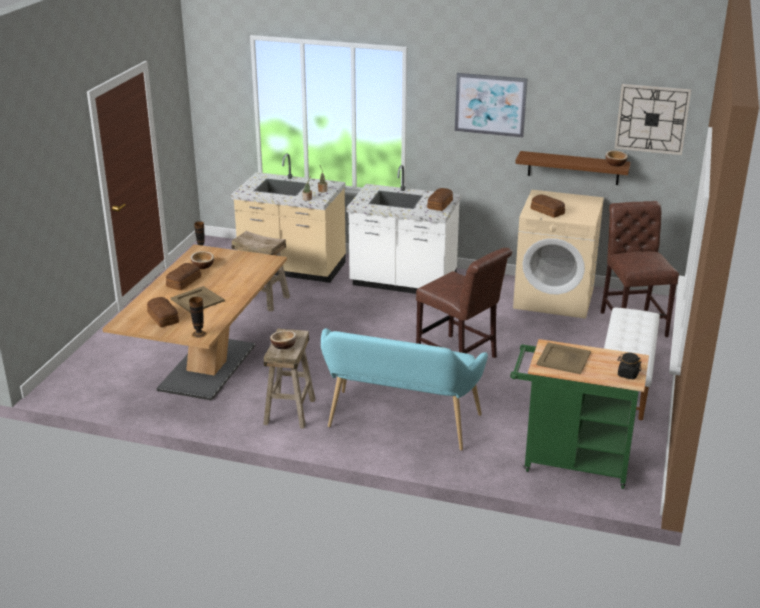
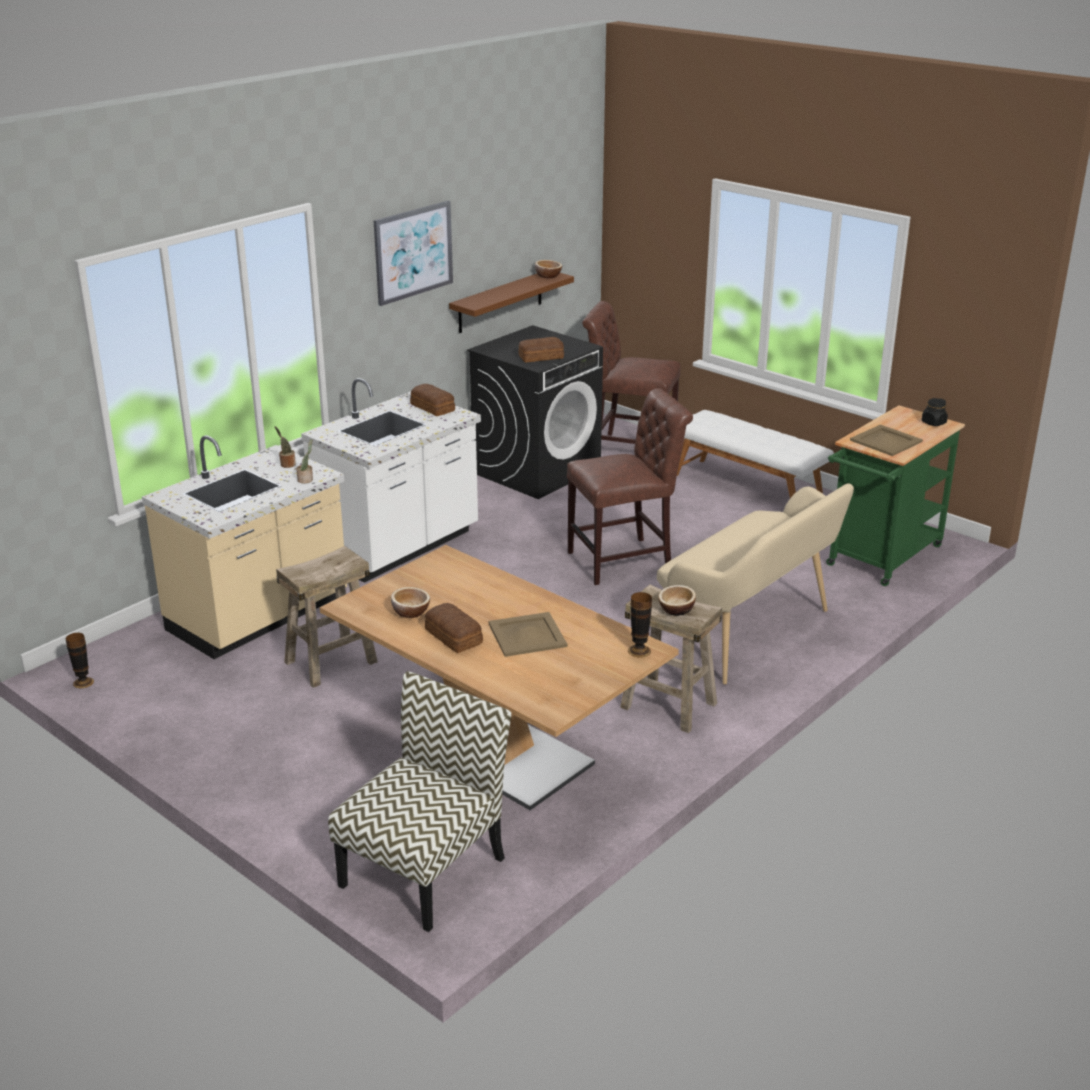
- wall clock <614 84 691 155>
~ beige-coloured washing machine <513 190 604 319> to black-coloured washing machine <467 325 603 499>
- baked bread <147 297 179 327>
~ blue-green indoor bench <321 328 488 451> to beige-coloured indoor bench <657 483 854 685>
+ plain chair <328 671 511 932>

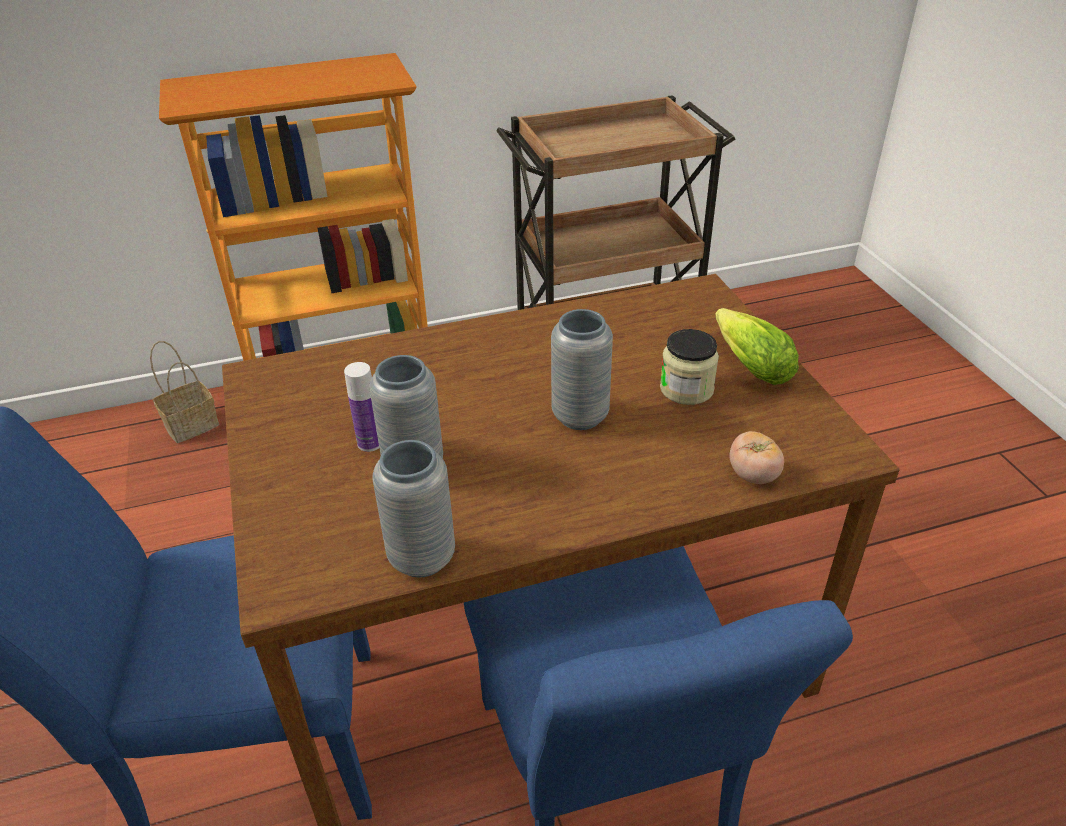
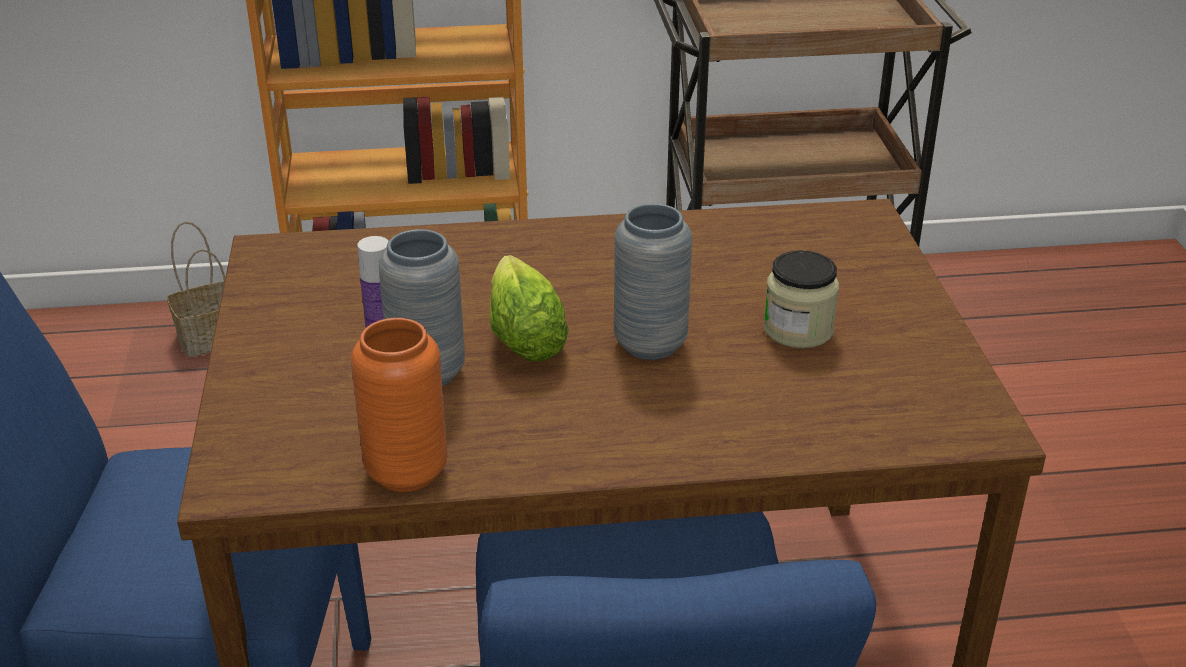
~ lettuce head <715 308 799 385> to <490 255 569 361>
- fresh tomato <730 431 784 484>
~ gray flower vase <373 440 455 577> to orange-coloured flower vase <351 318 448 492>

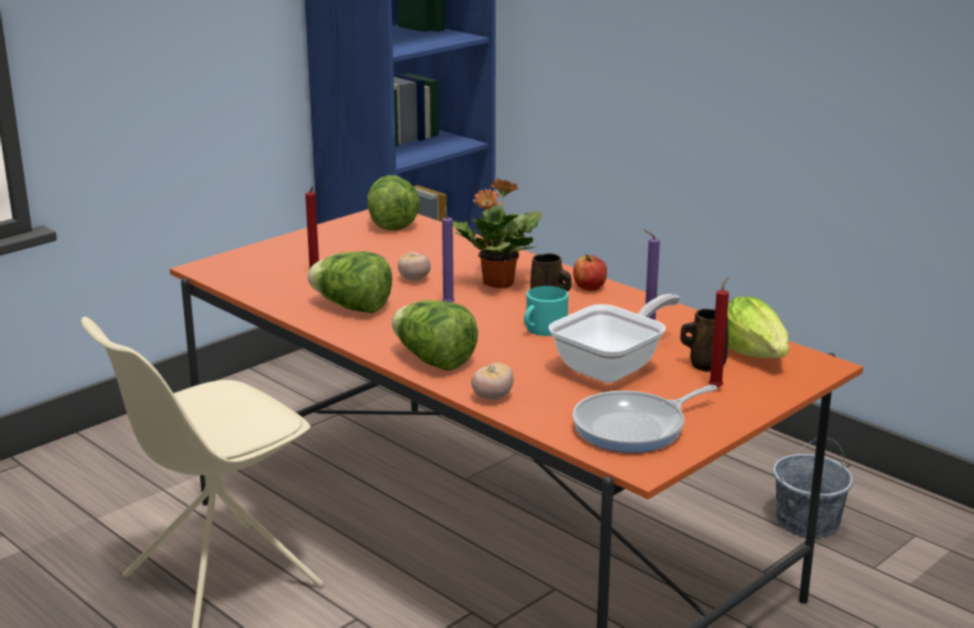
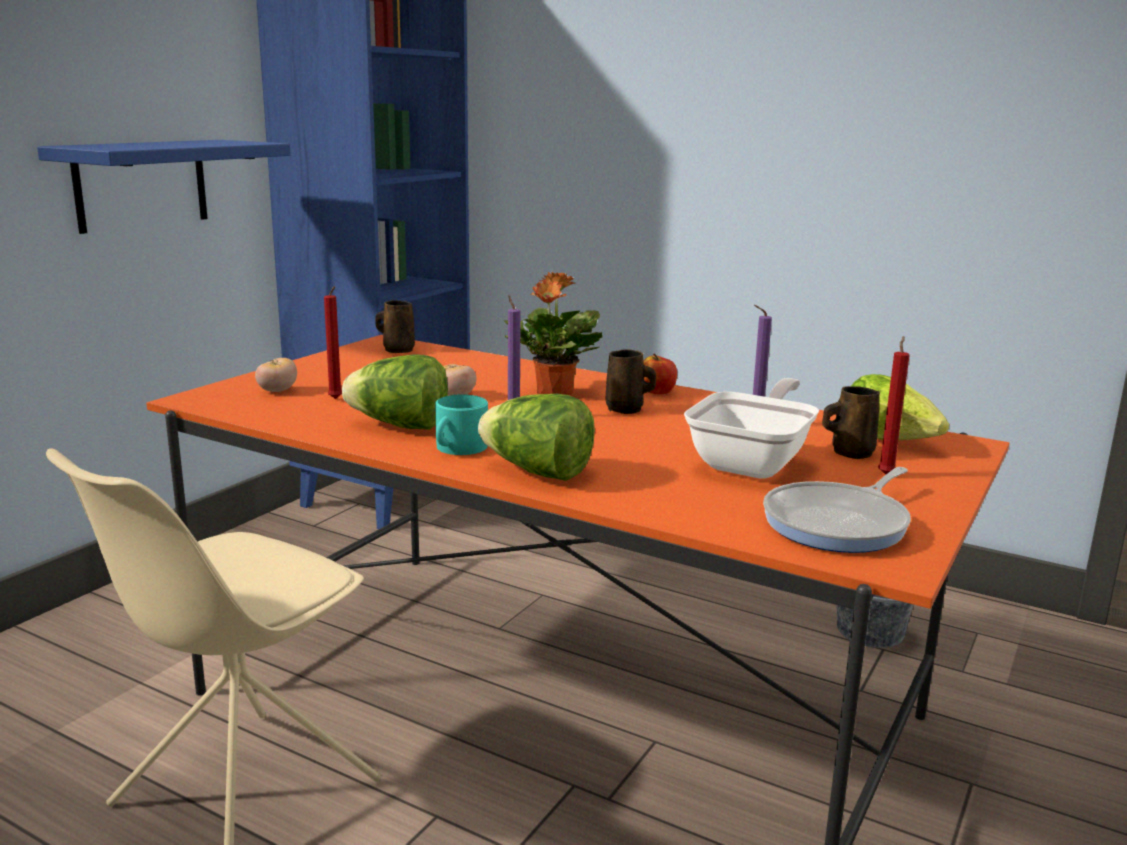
~ lettuce head <367 175 420 231> to brownish coffee mug <375 300 415 353>
~ blue-green coffee mug <524 286 568 336> to <435 394 488 455>
~ fresh tomato <471 363 514 400> to <255 358 297 392>
+ blue-coloured bracket shelf <37 140 291 234>

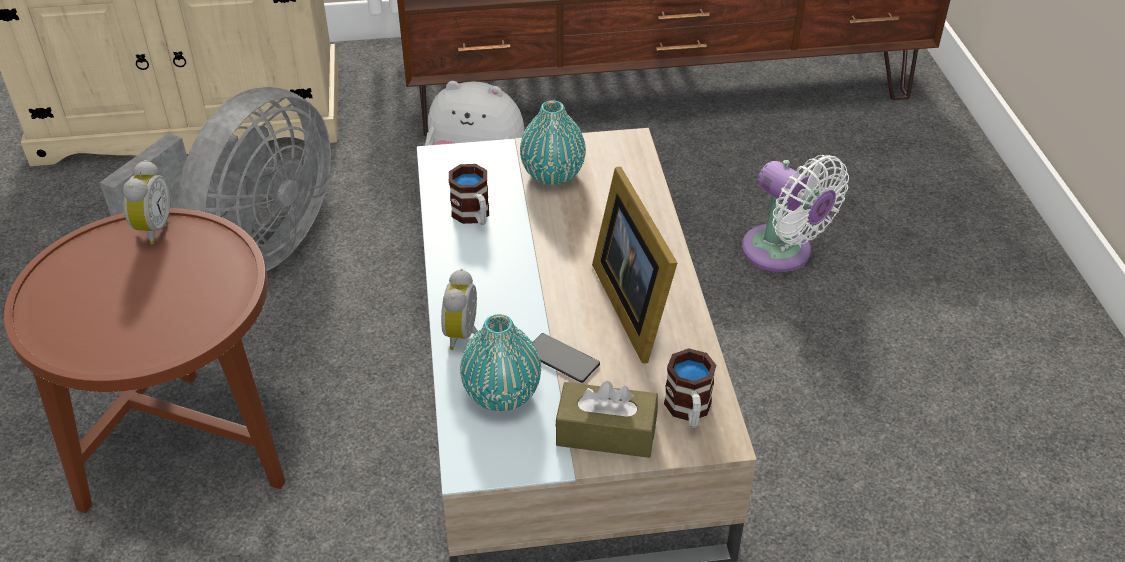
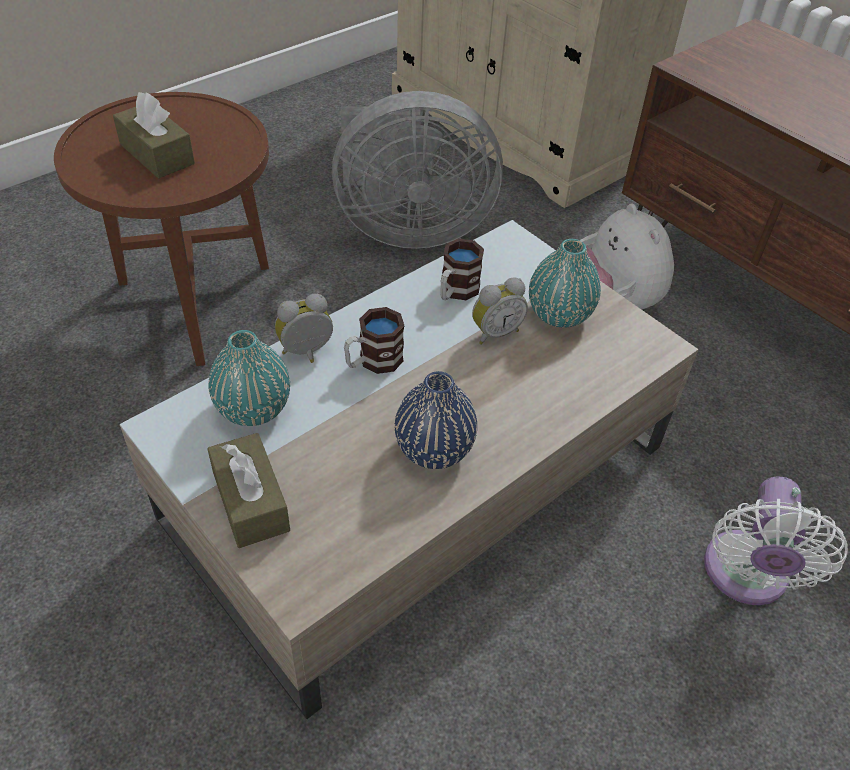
~ alarm clock <123 160 170 244> to <472 277 528 345>
~ photo frame <592 167 677 363> to blue-coloured flower vase <394 371 477 469>
- handset <533 333 600 383>
~ coffee mug <664 348 717 428> to <344 307 404 374>
+ brownish tissue box <113 92 195 178>

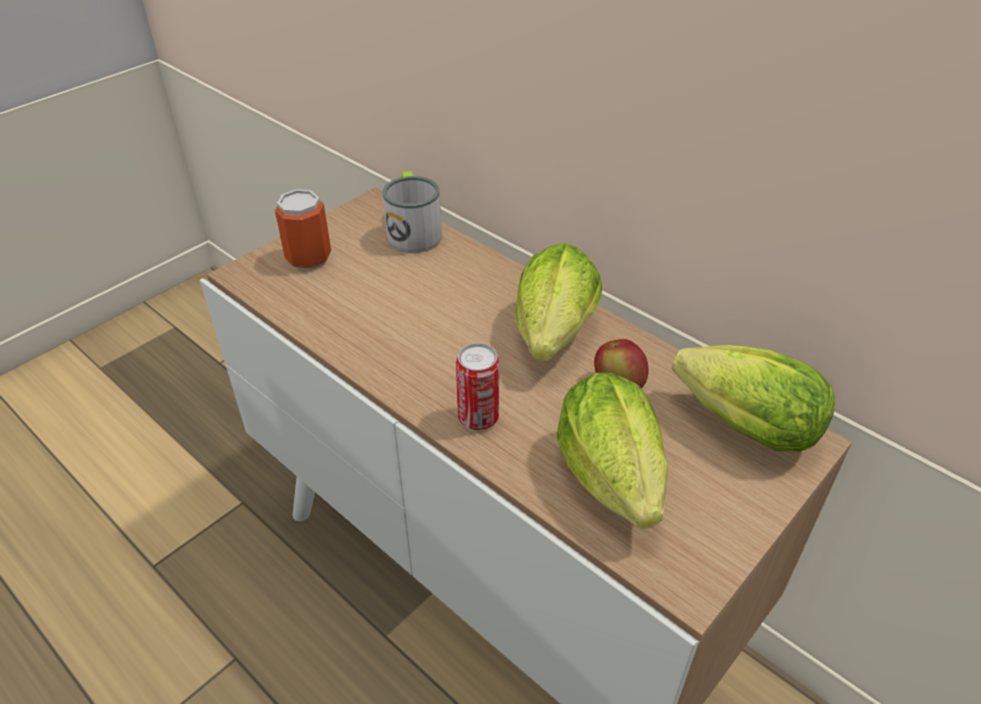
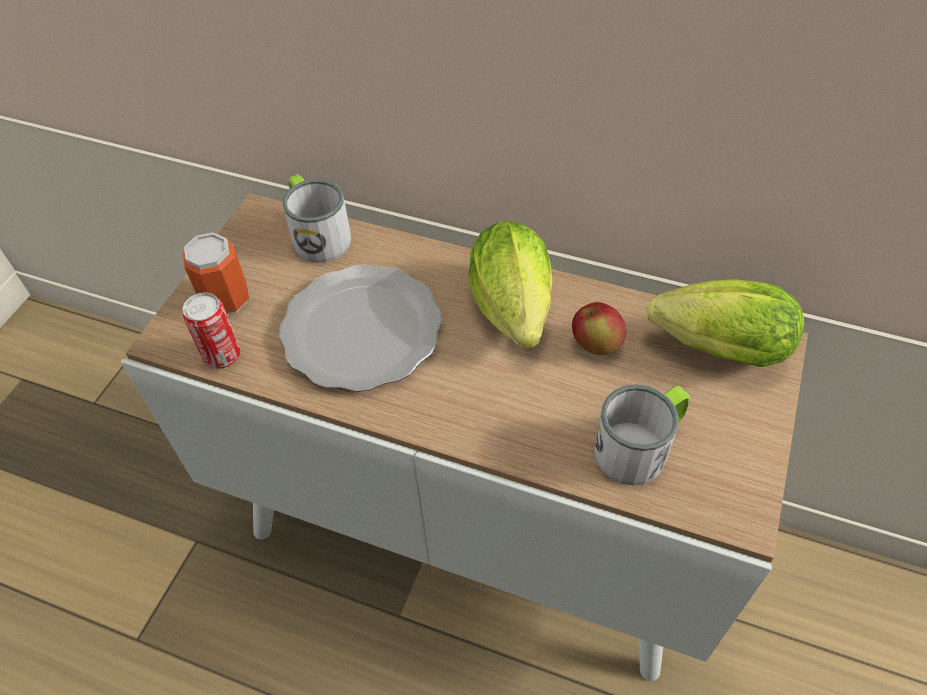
~ can <456 343 500 430> to <182 293 241 369>
~ lettuce head <556 373 668 529> to coffee mug <594 384 690 485>
+ dinner plate <279 264 442 392>

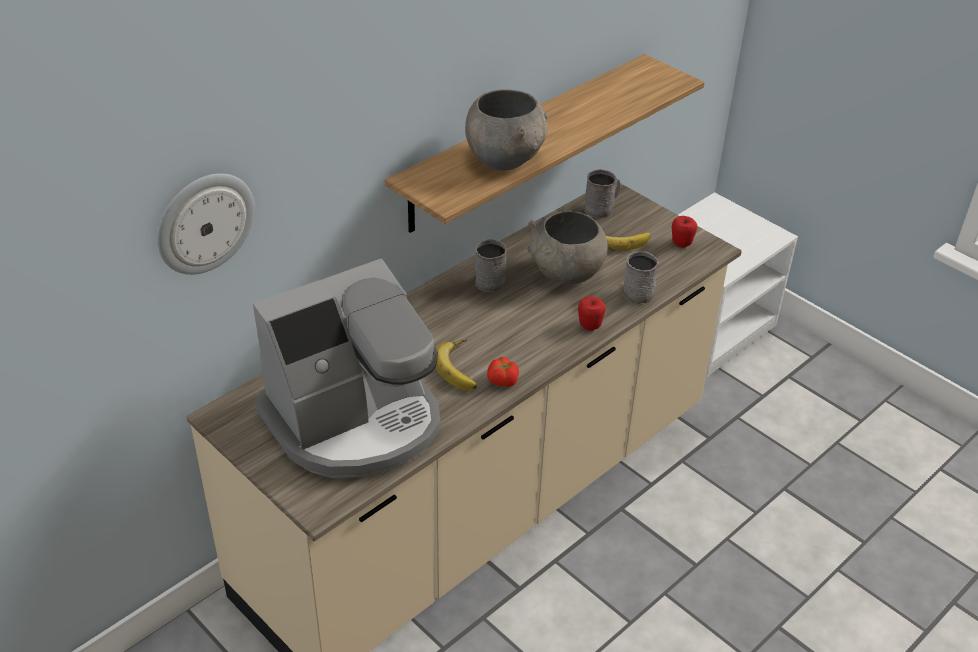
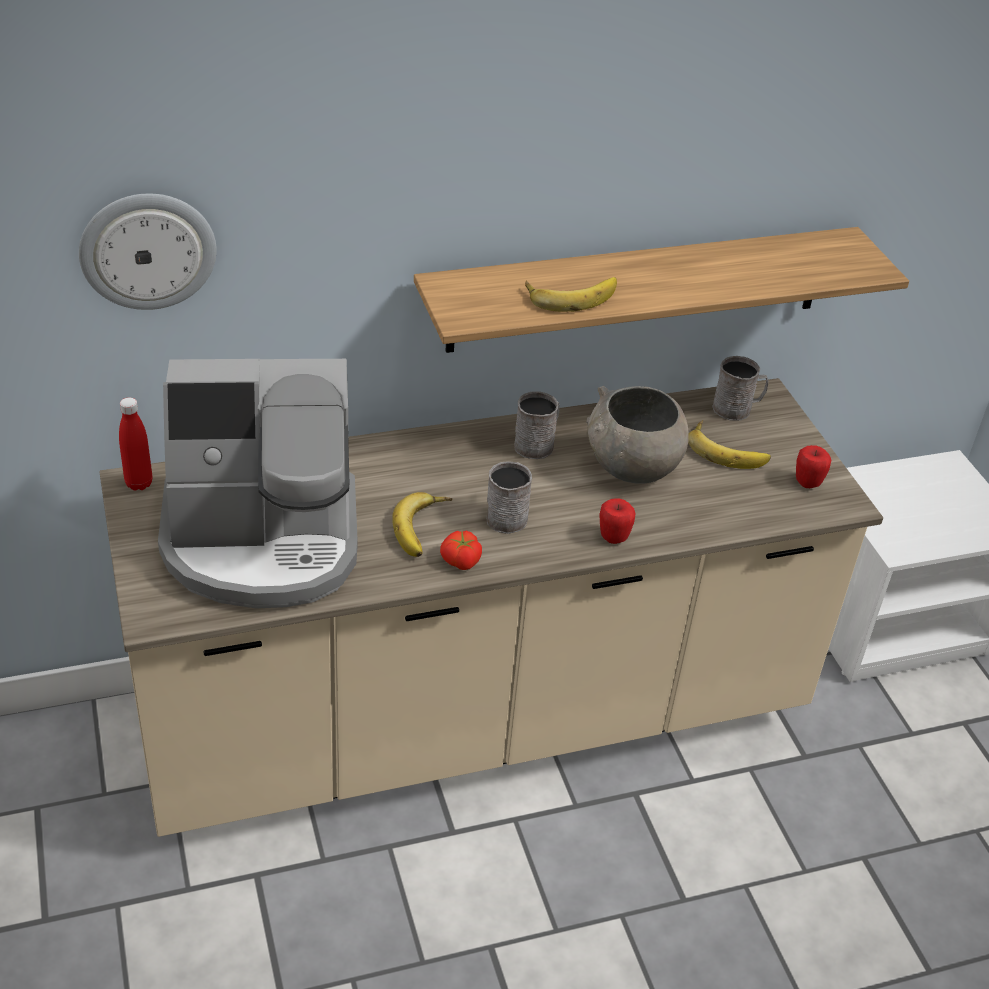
~ gray bowl <465 90 548 171> to banana <525 277 617 312>
~ gray coffee mug <623 251 659 305> to <487 461 532 534>
+ red bottle <119 398 152 491>

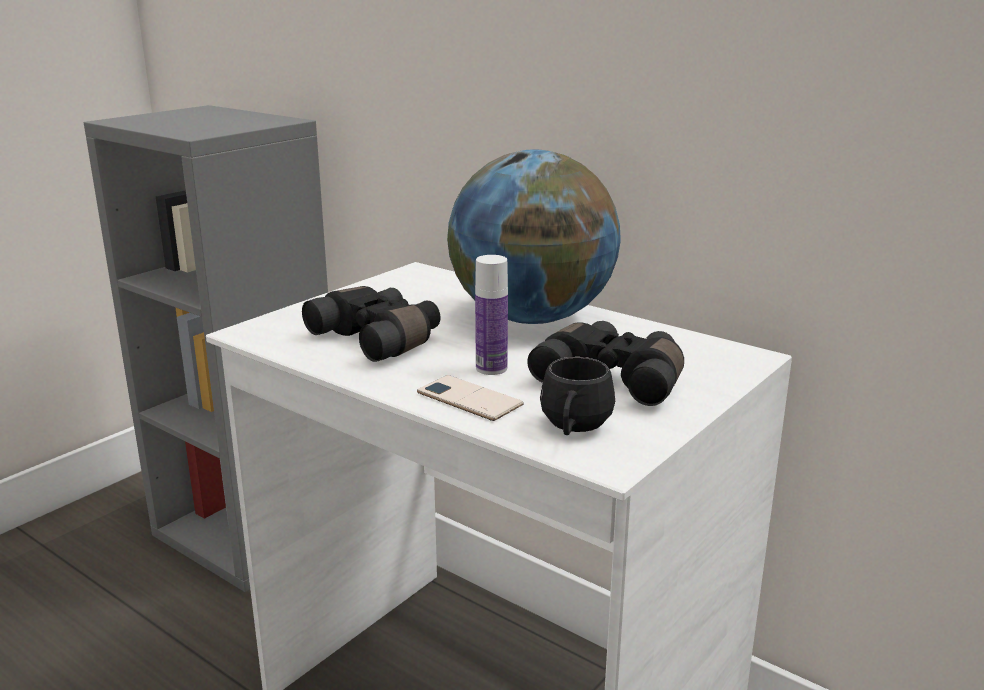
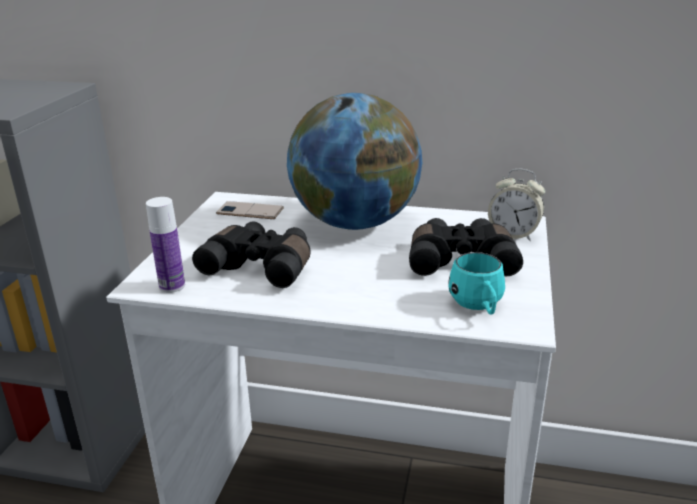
~ bottle <475 255 508 375> to <146 197 185 293>
~ black-coloured coffee mug <540 357 615 435> to blue-green coffee mug <448 252 505 315>
~ handset <417 375 524 421> to <216 201 284 219>
+ alarm clock <488 169 545 241>

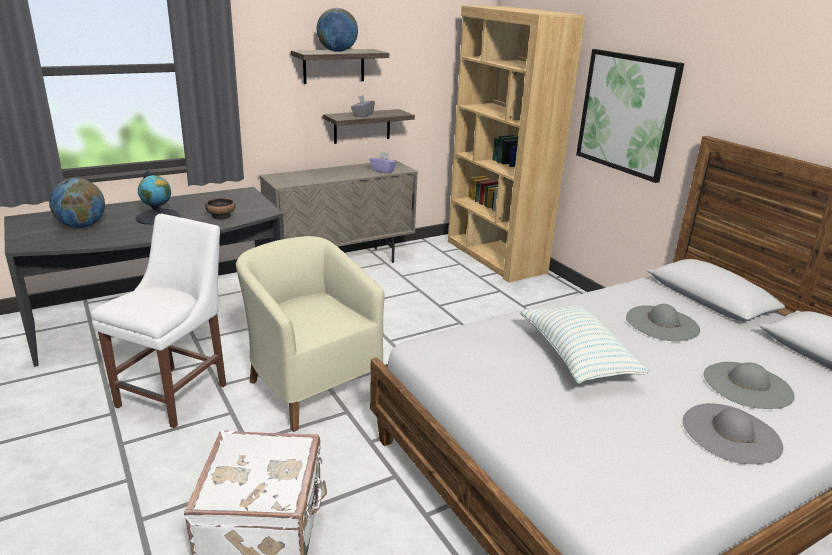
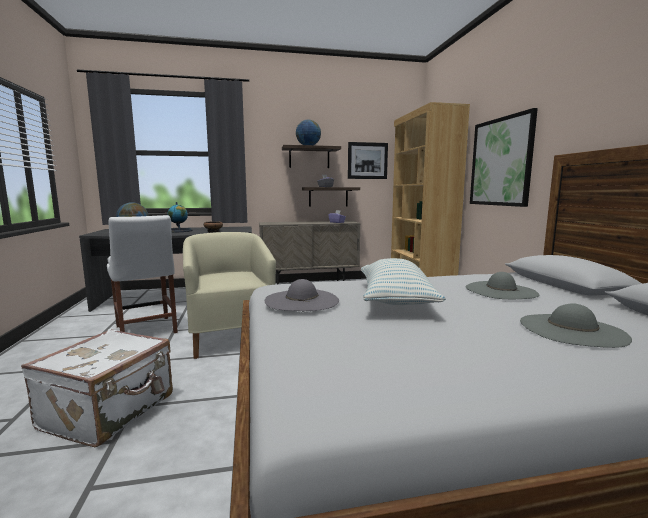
~ whitish plain chair <91 214 226 428> = <107 215 178 333> 105 degrees clockwise
~ gray clothing hat <682 403 783 464> to <265 279 339 311>
+ wall art <348 142 388 179>

